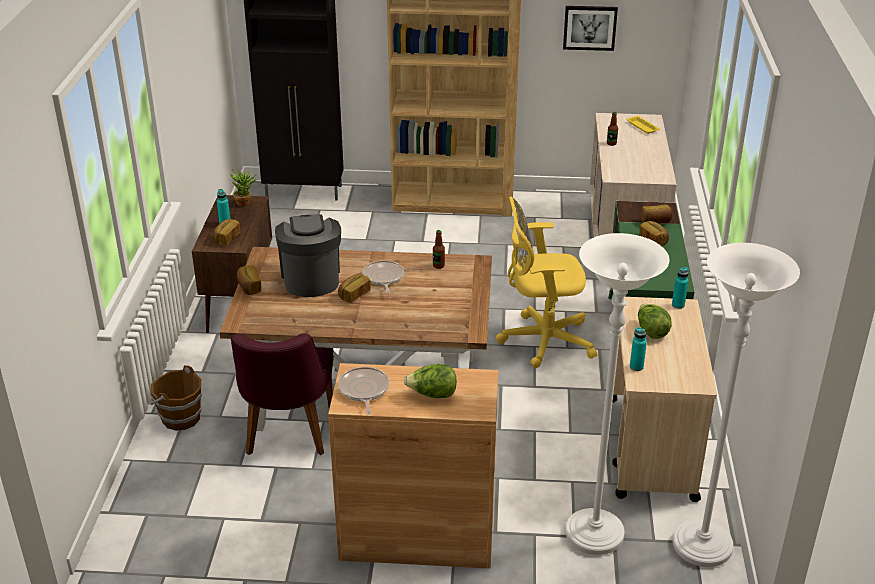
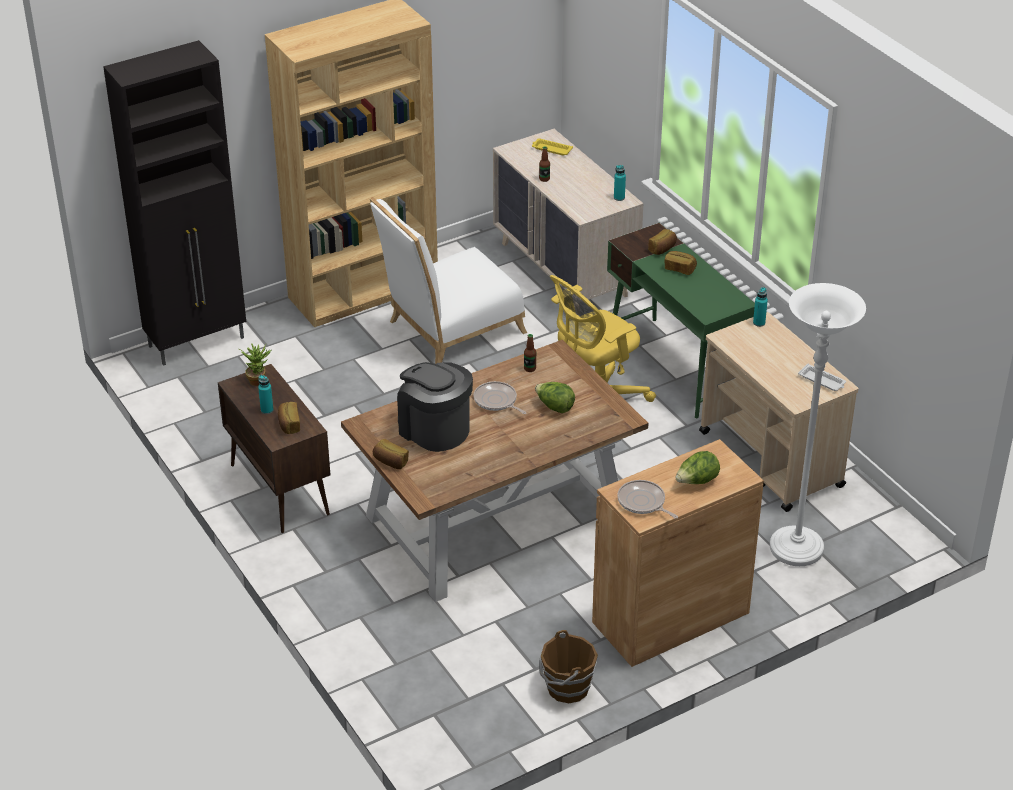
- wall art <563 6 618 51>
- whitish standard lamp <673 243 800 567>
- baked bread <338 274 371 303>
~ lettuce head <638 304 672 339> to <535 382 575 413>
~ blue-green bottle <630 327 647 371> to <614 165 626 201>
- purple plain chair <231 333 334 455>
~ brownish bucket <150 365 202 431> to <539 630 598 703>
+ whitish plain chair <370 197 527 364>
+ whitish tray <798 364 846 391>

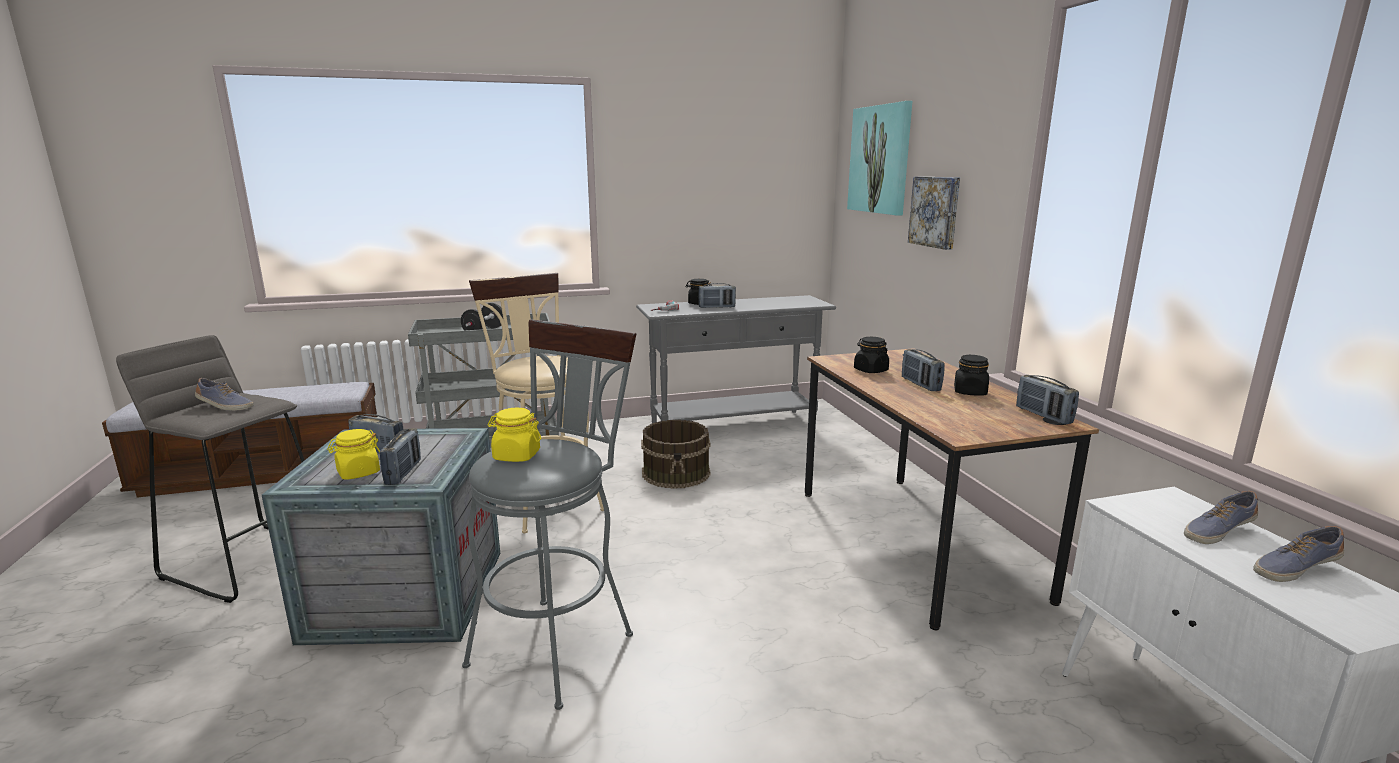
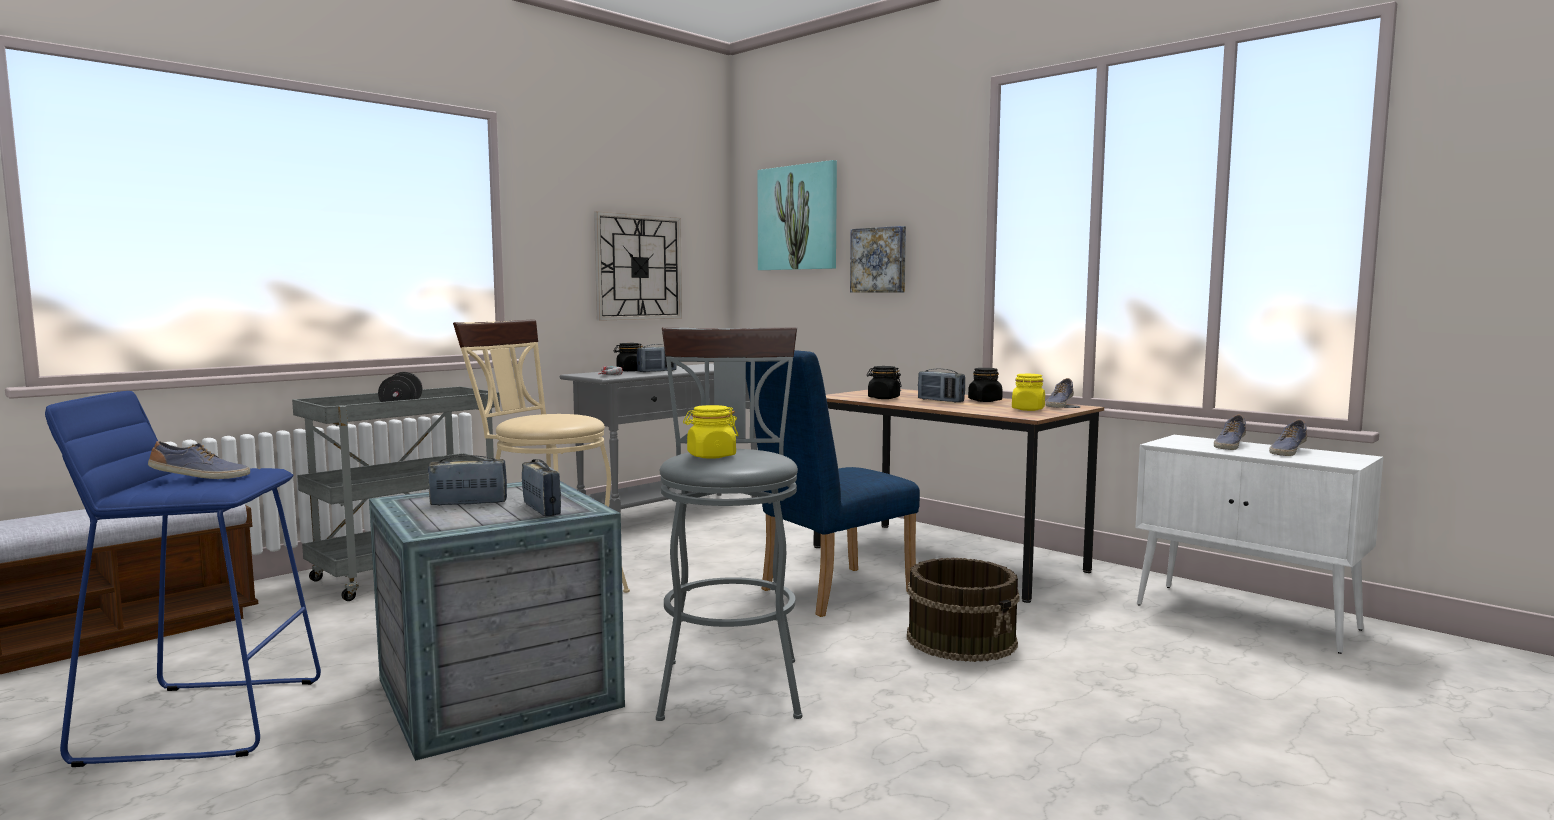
~ gray stool seat <116 335 305 603> to blue-coloured stool seat <45 391 321 767>
~ radio set <1016 375 1079 424> to shoe <1045 378 1074 408>
~ brownish bucket <641 420 711 489> to <907 557 1020 662>
~ yellowish storage jar <327 429 380 480> to <1012 374 1045 411>
+ wall clock <594 212 682 321>
+ blue-coloured plain chair <746 350 920 617>

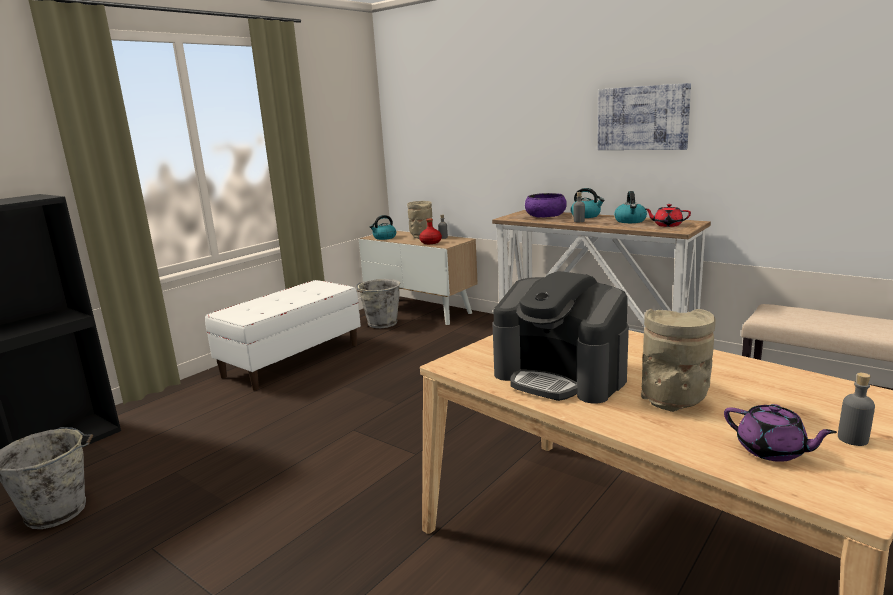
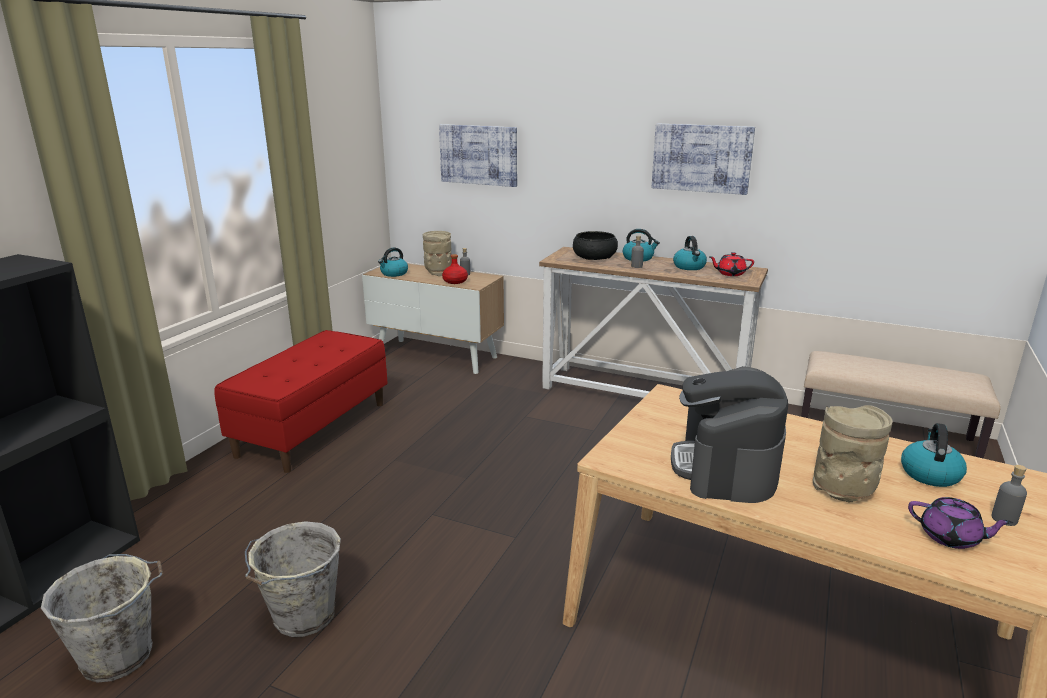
~ purple bowl <525 193 567 218> to black-coloured bowl <573 231 618 260>
~ coffee machine <493 271 629 403> = <671 366 788 503> 75 degrees clockwise
~ gray bucket <356 279 401 328> to <245 521 341 637>
~ whitish indoor bench <205 280 361 391> to red indoor bench <215 330 388 473>
+ wall art <439 124 517 187>
+ tea kettle <901 423 967 487>

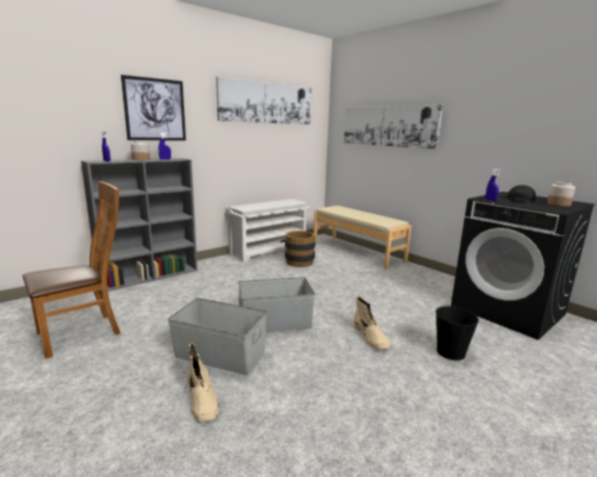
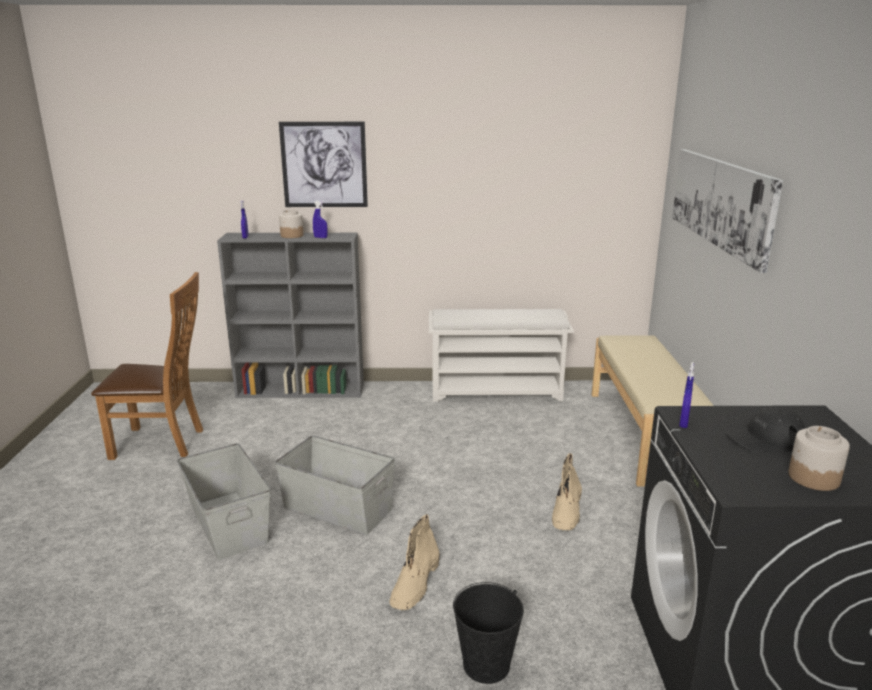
- wall art <216 77 311 124>
- brownish bucket <280 231 315 267>
~ beige-coloured boot <187 343 219 422> to <552 453 582 531>

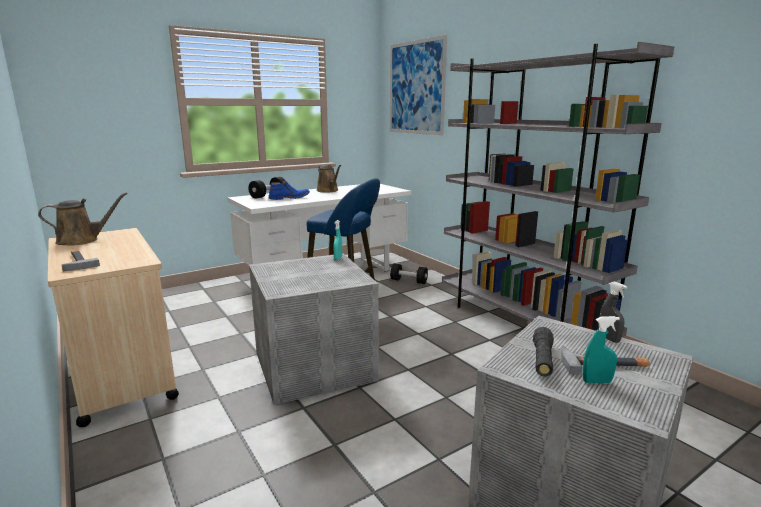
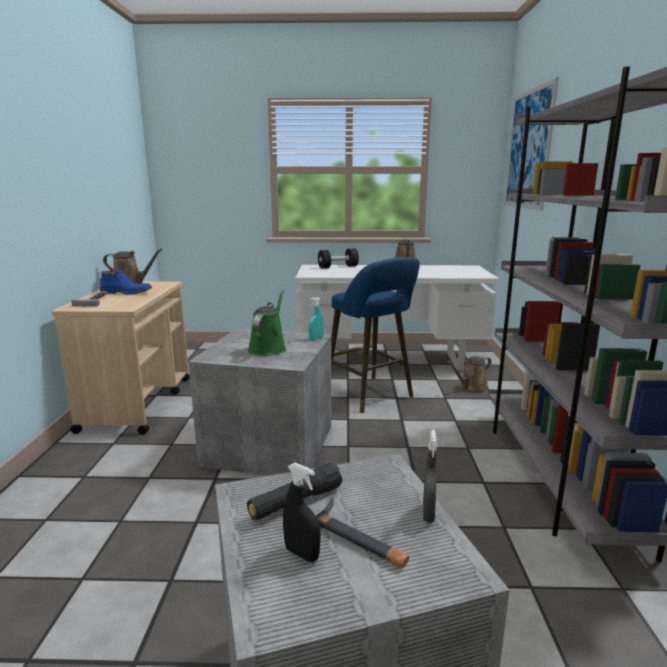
~ blue-coloured boot <269 181 310 200> to <100 270 152 295>
~ black-coloured dumbbell <390 264 428 284> to brownish watering pot <447 356 492 392>
~ blue-green hand sprayer <582 316 620 383> to black-coloured hand sprayer <283 463 321 562>
+ green watering pot <248 290 286 356>

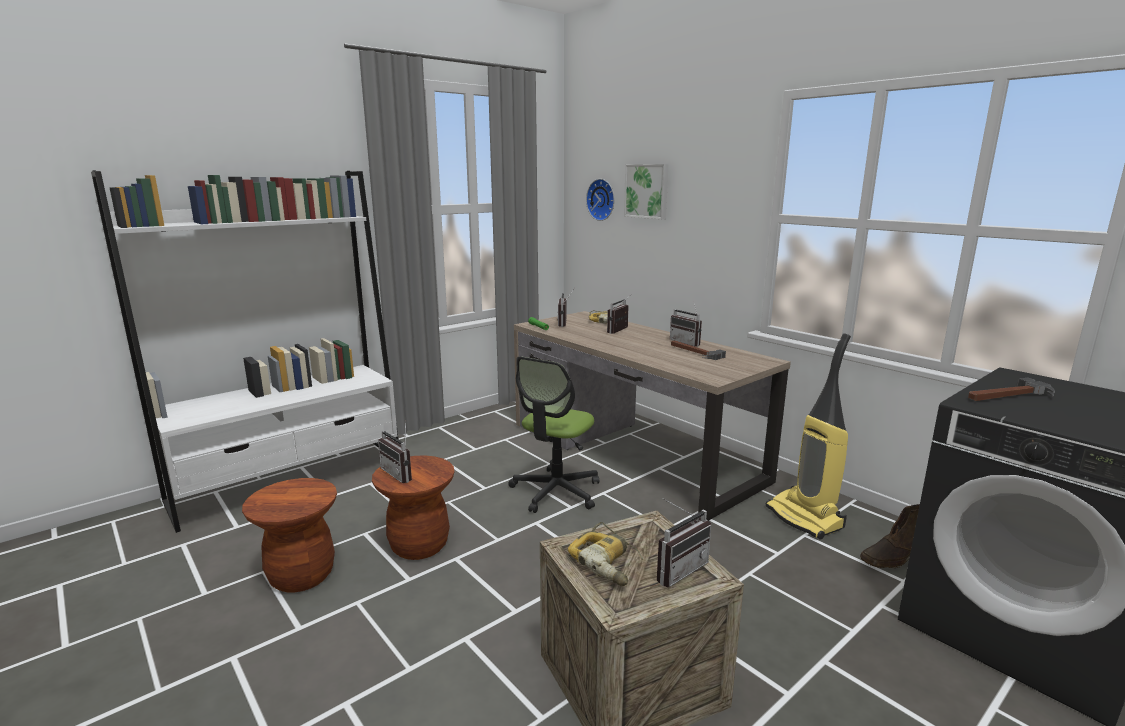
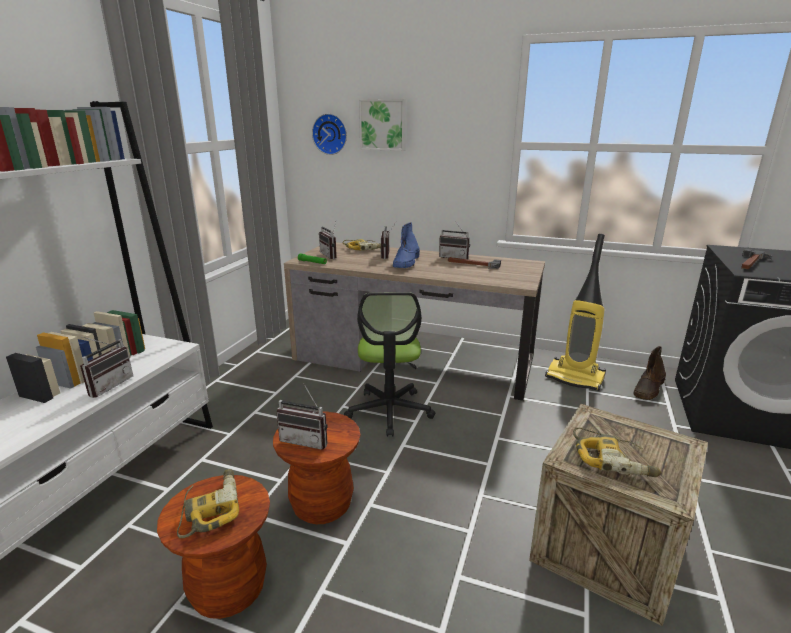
~ radio set <657 498 711 587> to <80 337 133 398>
+ blue-coloured boot <393 222 420 268>
+ electric drill <177 469 239 538>

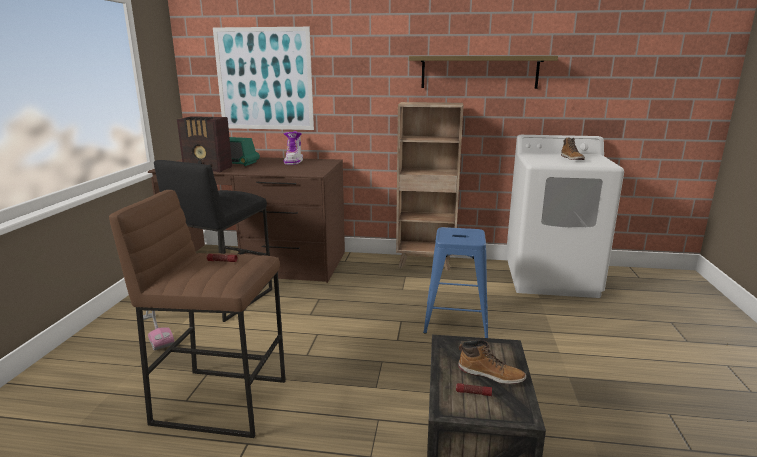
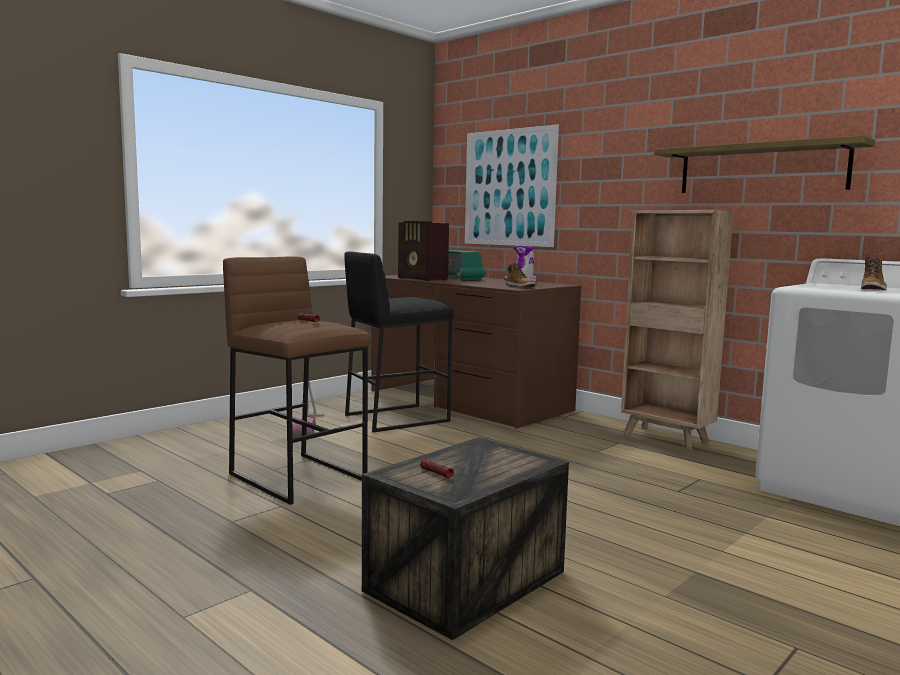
- blue-coloured stool seat <423 227 488 338>
~ boot <458 340 526 384> to <506 263 536 287>

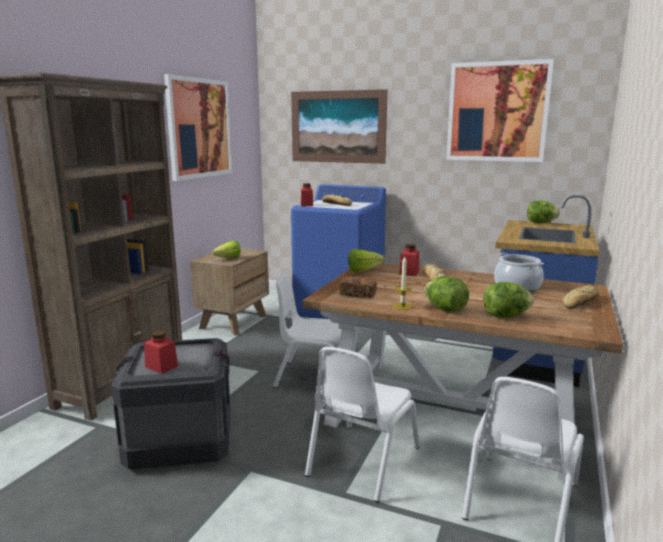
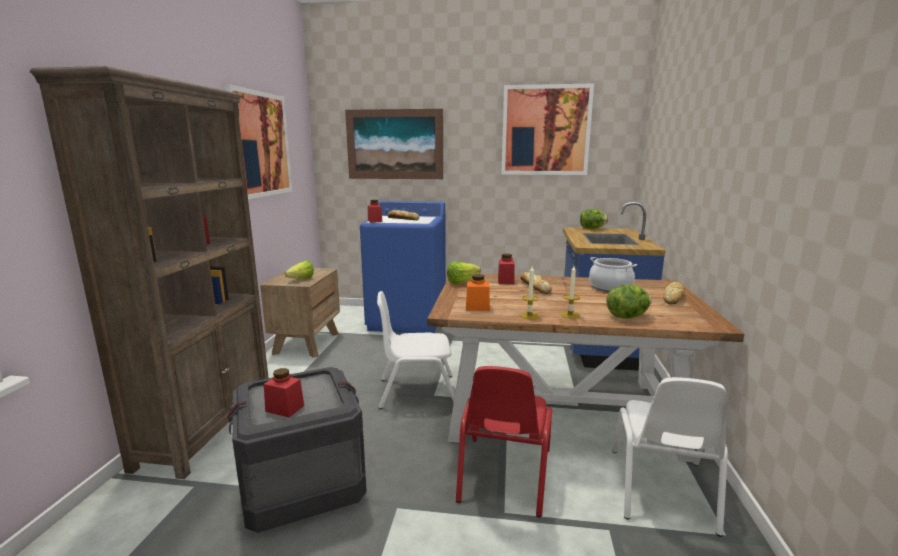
~ baked bread <340 276 377 298> to orange-coloured storage jar <466 274 490 311>
~ lettuce head <424 276 469 312> to wax candle <560 266 580 319>
~ whitish plain chair <305 347 420 502> to red plain chair <456 366 552 518>

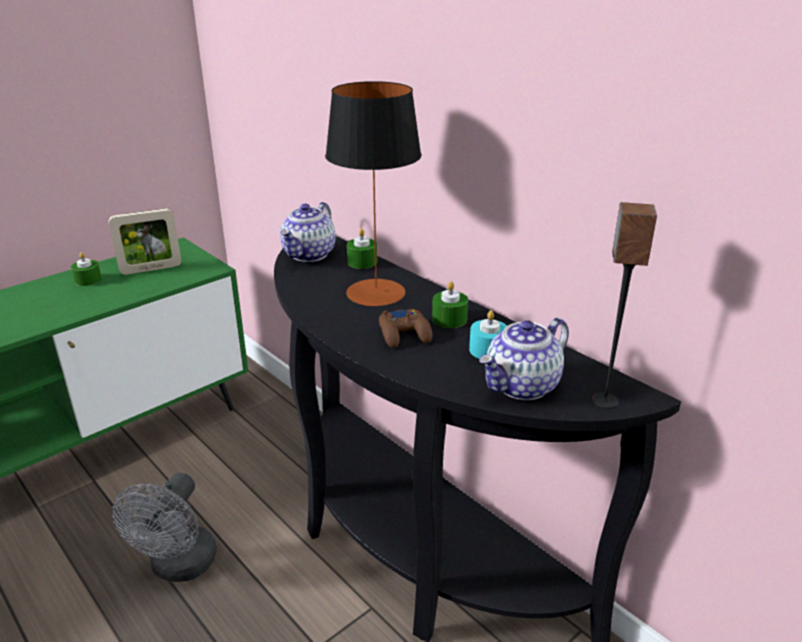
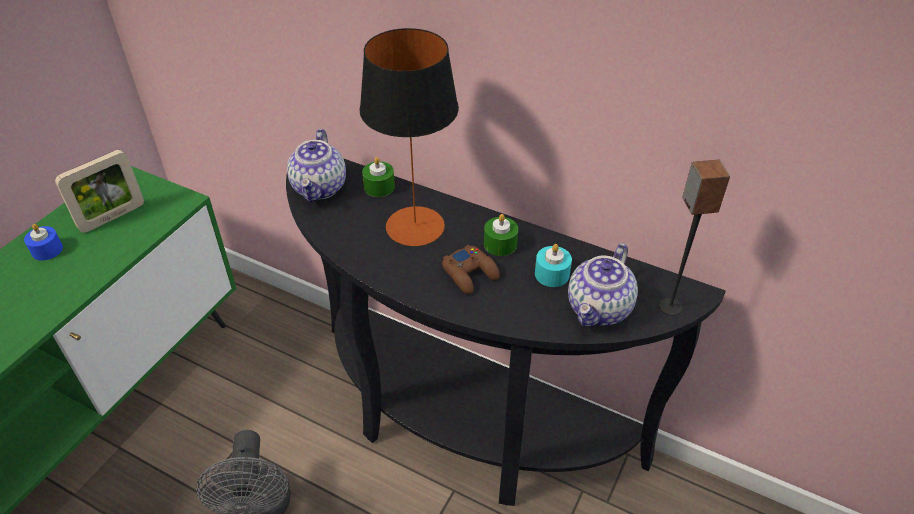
~ green wax candle <71 252 102 286> to blue-coloured wax candle <24 224 63 261>

